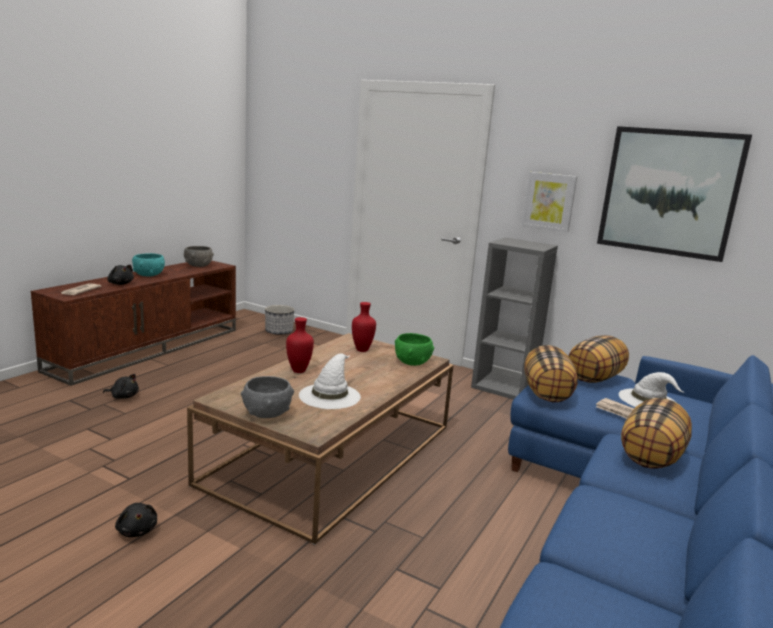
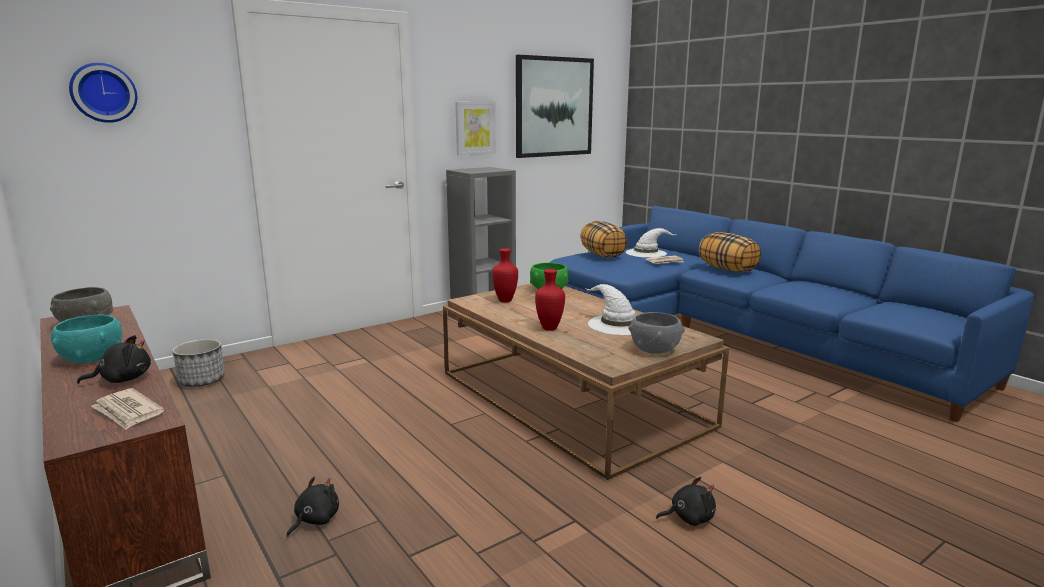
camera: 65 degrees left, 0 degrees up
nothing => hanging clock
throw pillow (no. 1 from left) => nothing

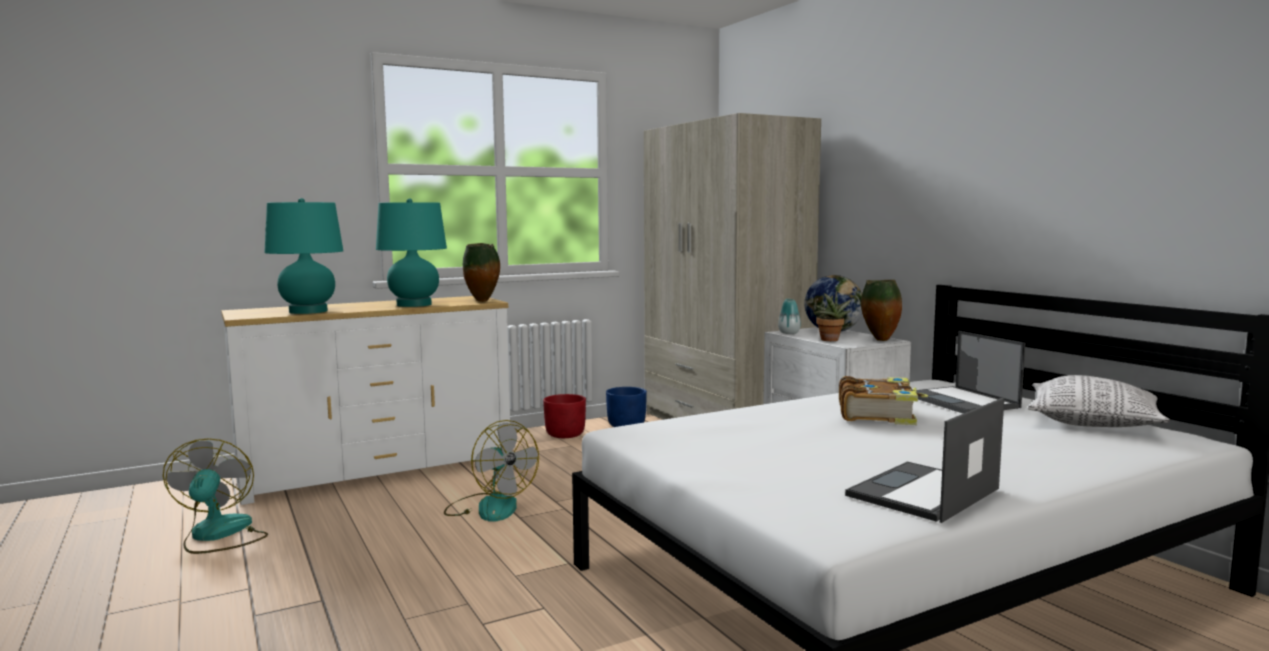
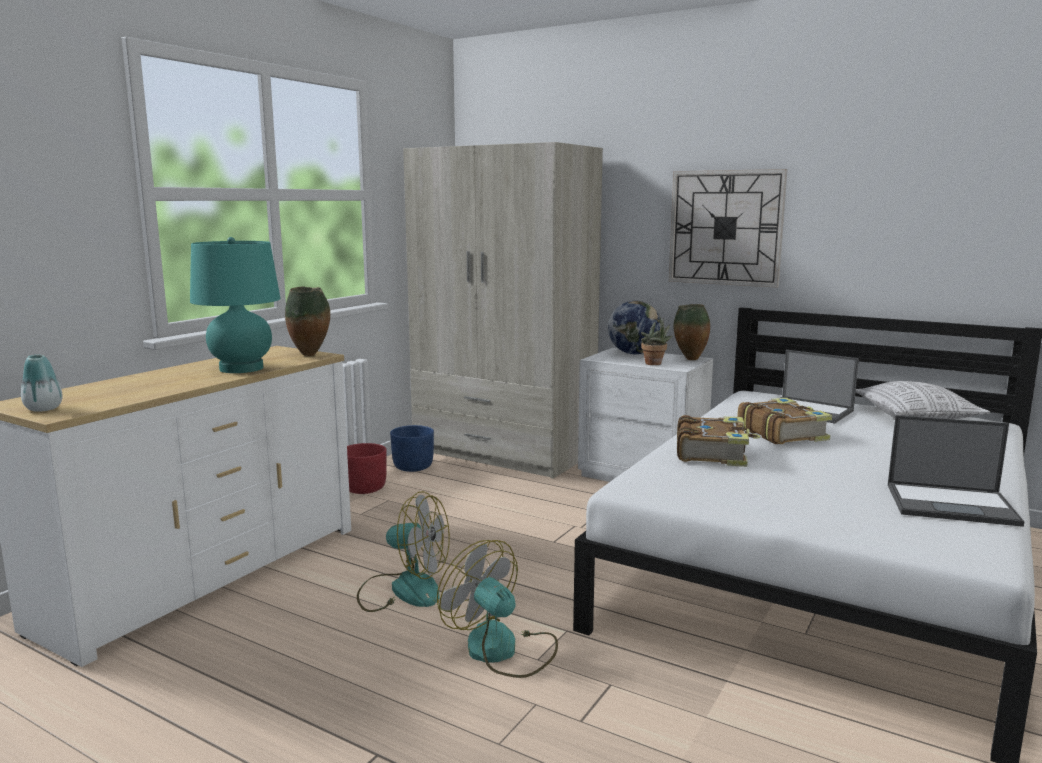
camera: 30 degrees left, 5 degrees up
flower vase (no. 2 from left in the first image) => flower vase (no. 1 from left), relocated
fan (no. 1 from left in the first image) => fan (no. 2 from left), relocated
nothing => hanging clock
nothing => book (no. 1 from left)
notebook computer (no. 1 from left in the first image) => notebook computer (no. 2 from left), 90 degrees counterclockwise
blue-green lamp for a table (no. 1 from left) => nothing

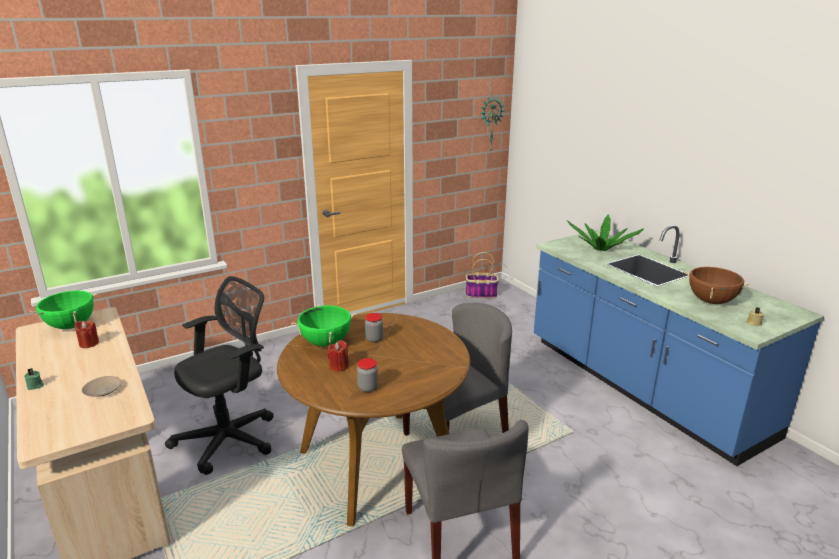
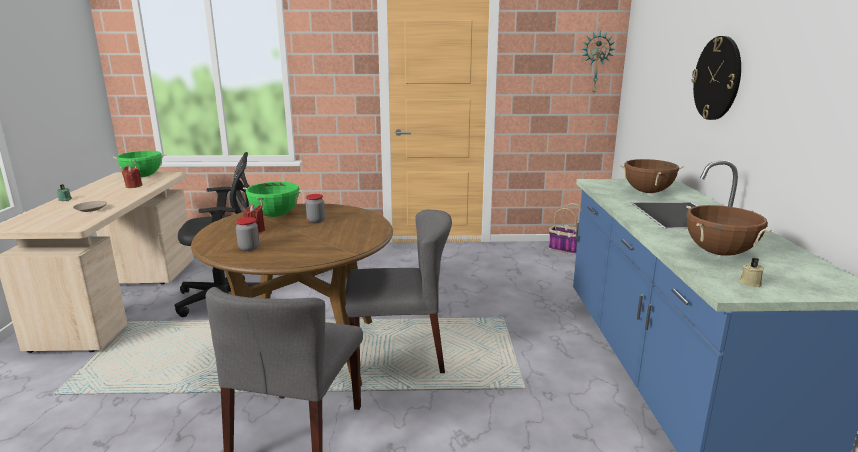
camera: 30 degrees right, 5 degrees down
plant in a pot => brownish saucepot (no. 1 from left)
nothing => hanging clock (no. 2 from left)

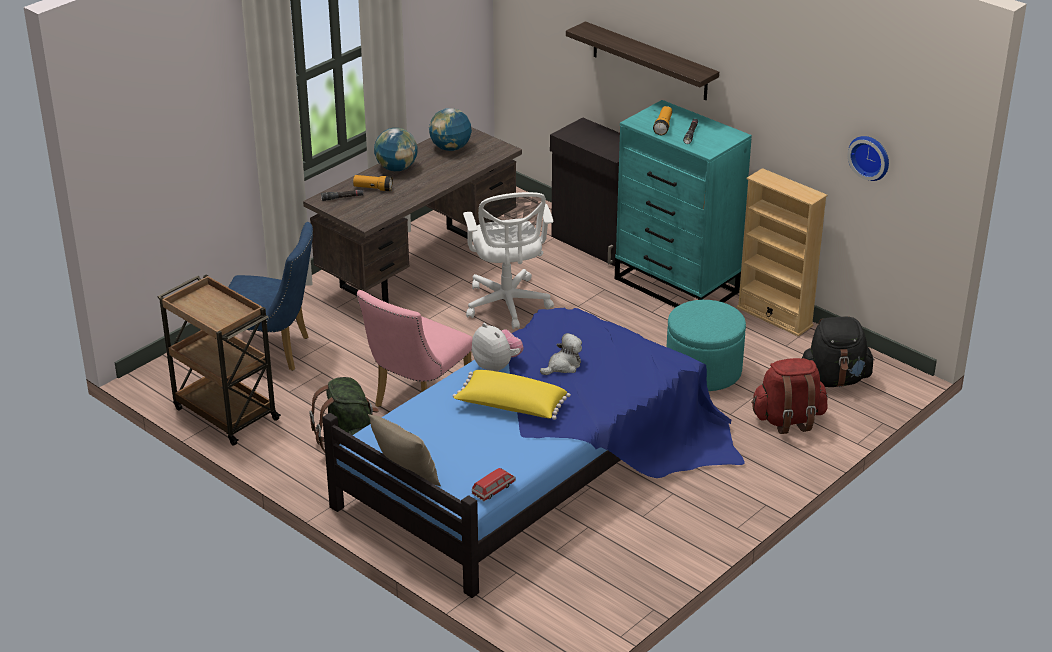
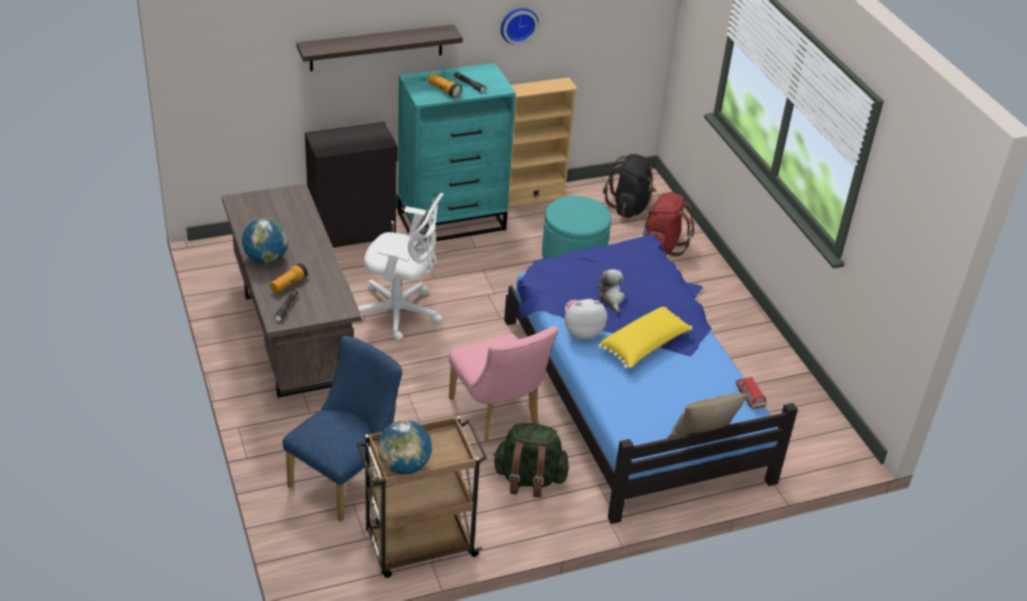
camera: 65 degrees left, 5 degrees up
globe (no. 2 from left), relocated
hanging clock, relocated

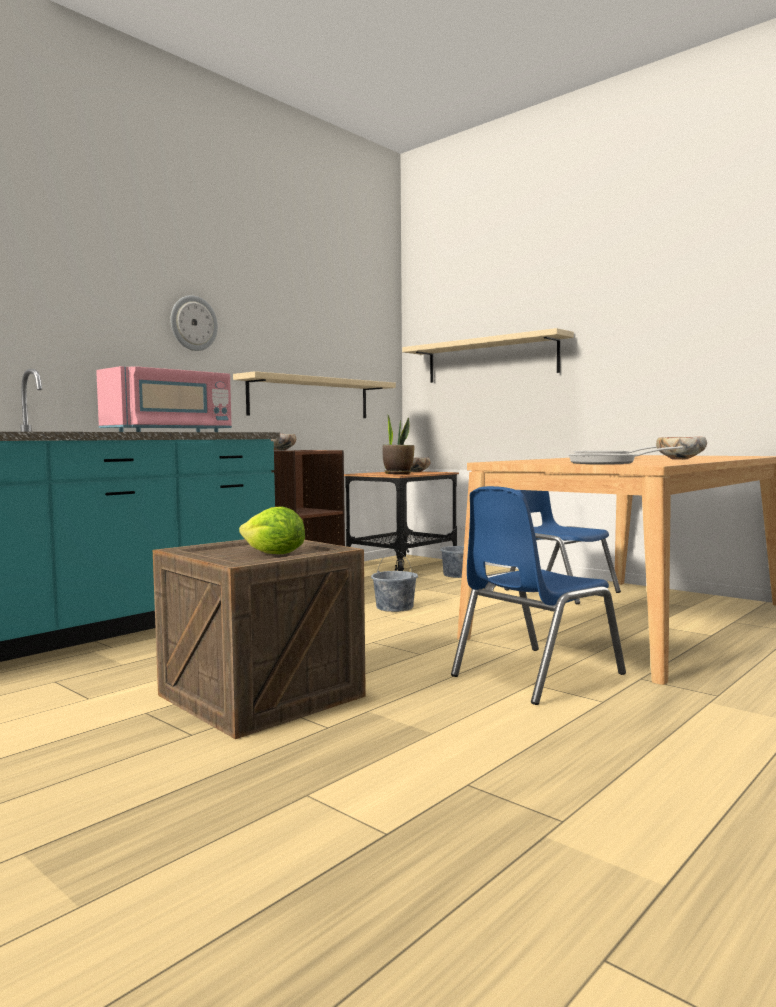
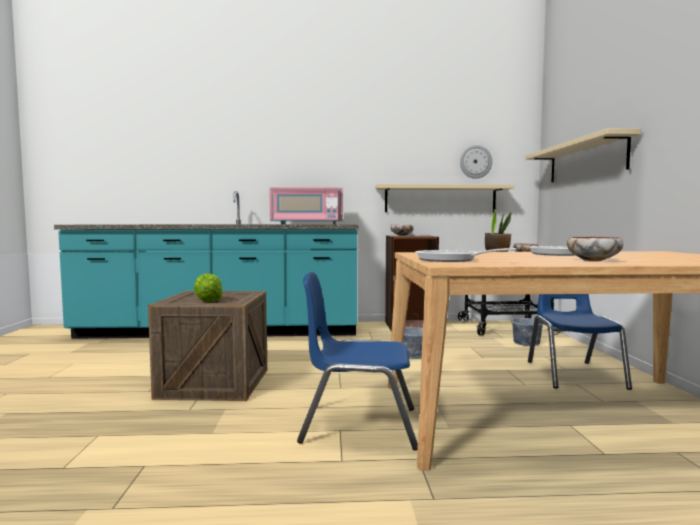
camera: 45 degrees right, 0 degrees up
hanging clock, relocated

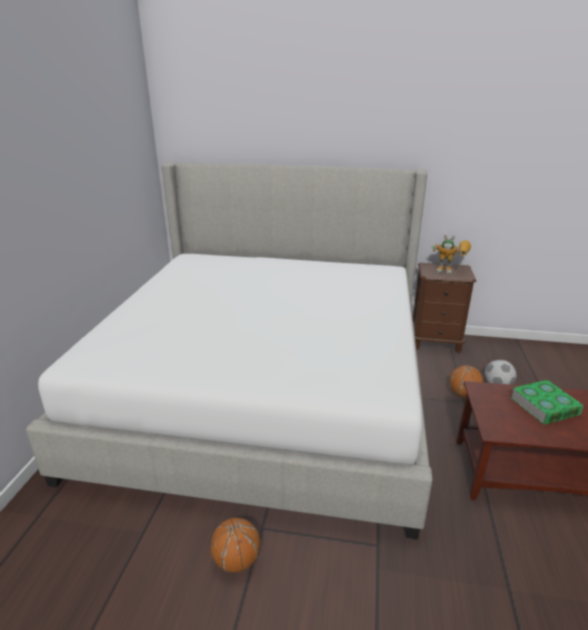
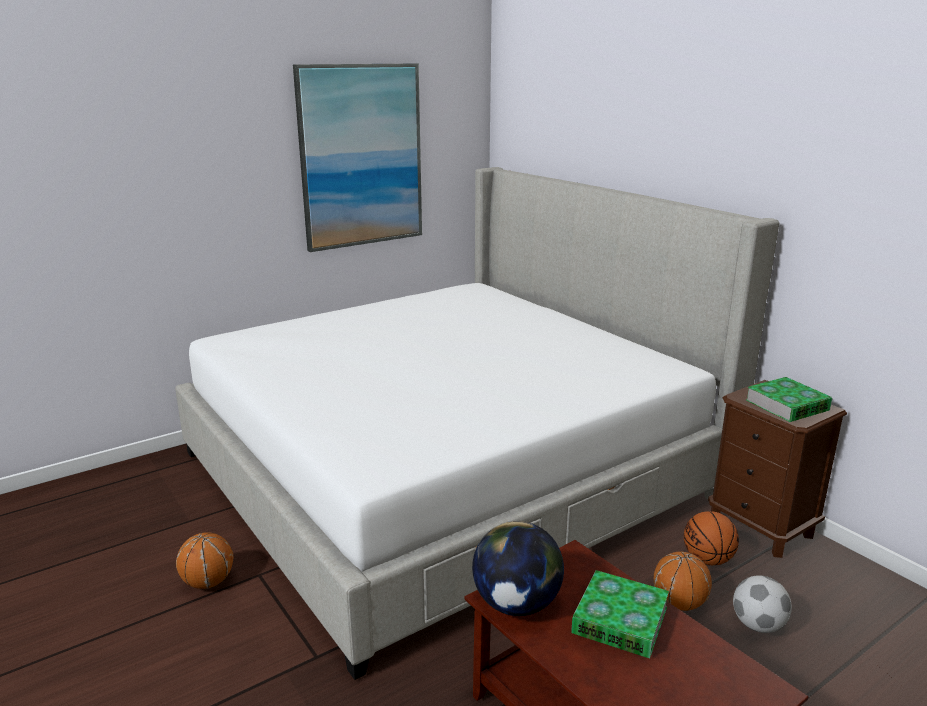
camera: 45 degrees right, 5 degrees down
nothing => wall art
nothing => globe
nothing => basketball ball (no. 3 from left)
model robot => book (no. 2 from left)

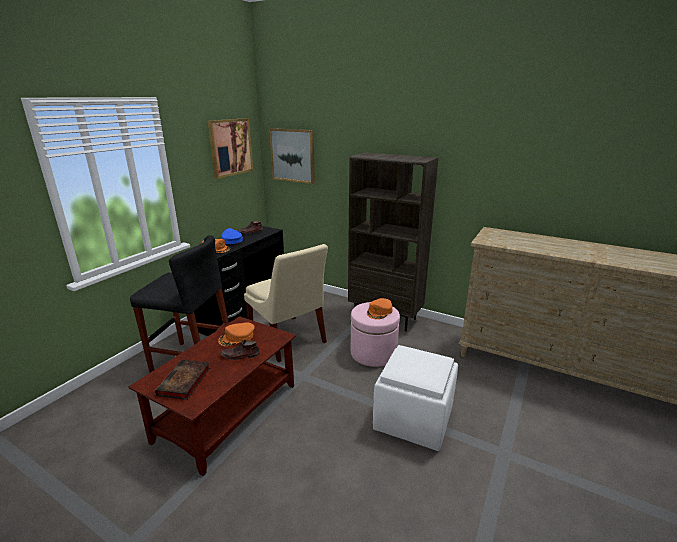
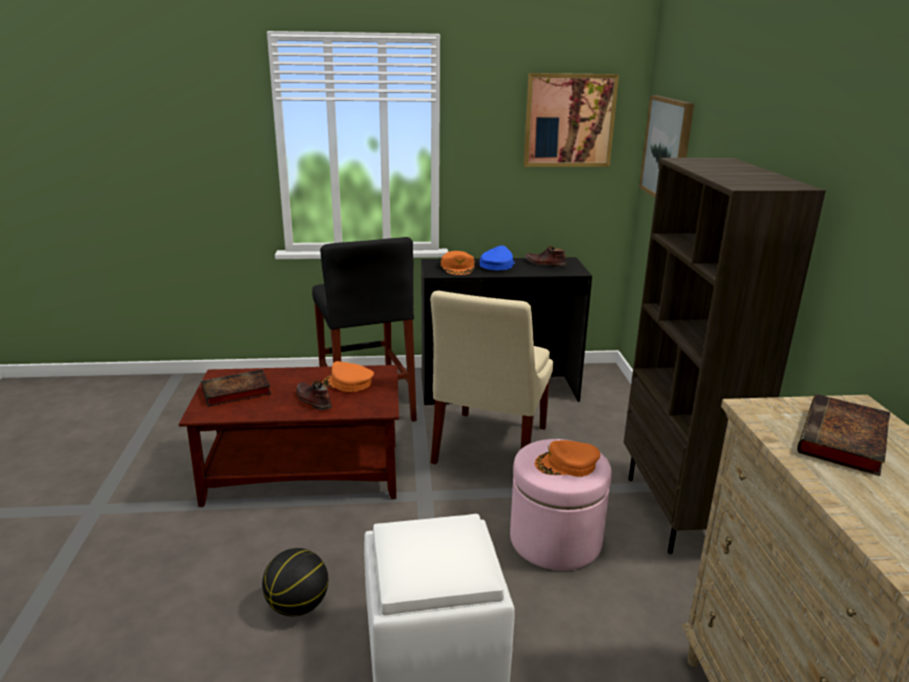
camera: 55 degrees right, 0 degrees up
nothing => basketball ball
nothing => book (no. 2 from left)

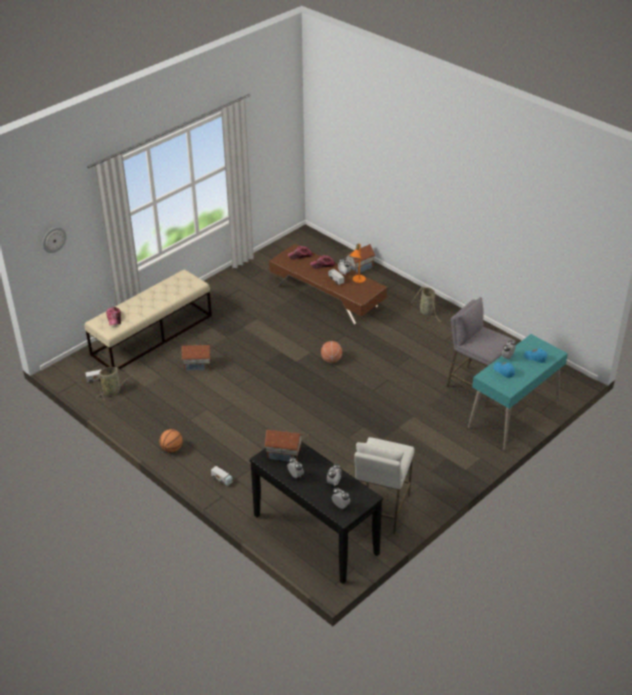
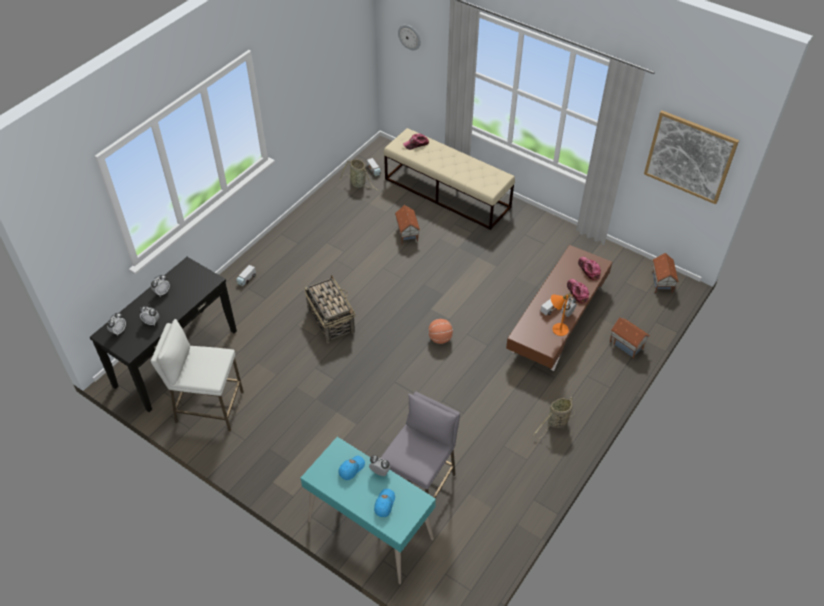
camera: 80 degrees right, 10 degrees up
nothing => household basket (no. 1 from left)
nothing => wall art
toy house (no. 2 from left in the first image) => toy house (no. 3 from left), relocated
basketball ball (no. 1 from left) => nothing

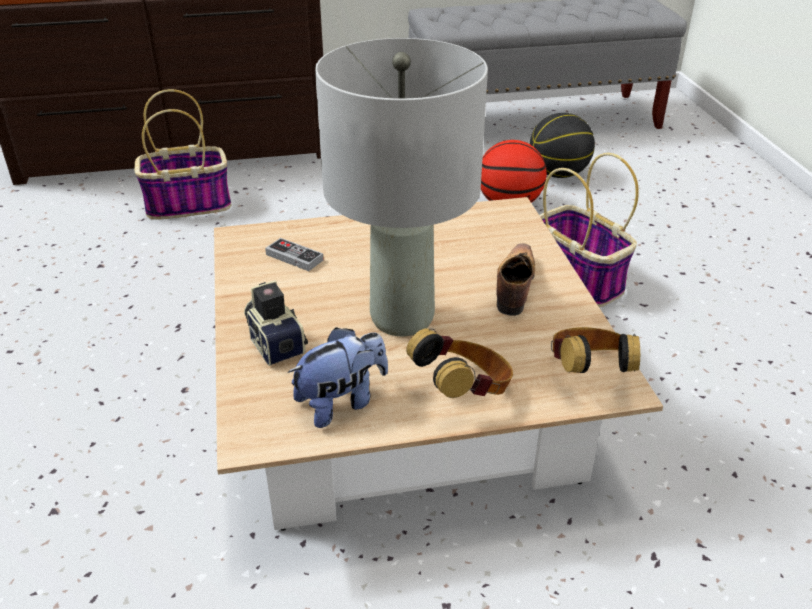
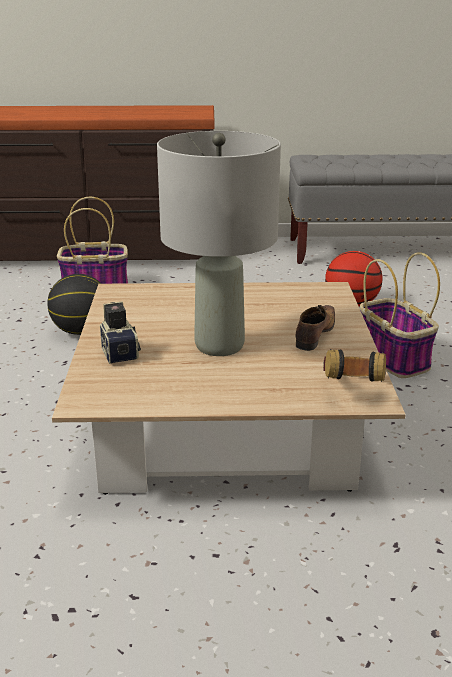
camera: 10 degrees right, 10 degrees down
basketball ball (no. 2 from left in the first image) => basketball ball (no. 1 from left), relocated
game controller => nothing
plush toy => nothing
headphones (no. 1 from left) => nothing

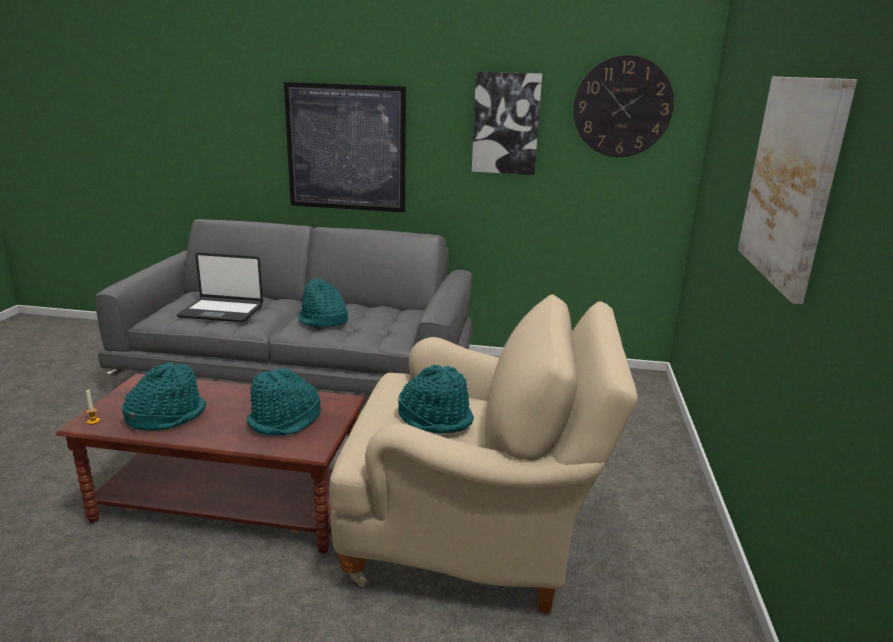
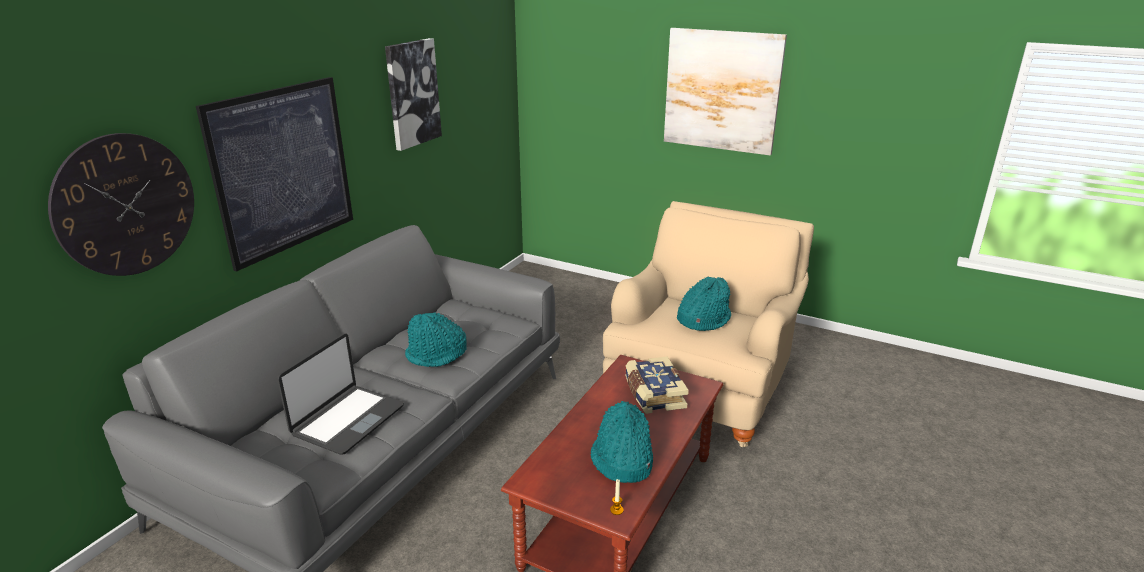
camera: 70 degrees left, 5 degrees up
hanging clock, relocated
blue-green wearable hat (no. 2 from left) => book

